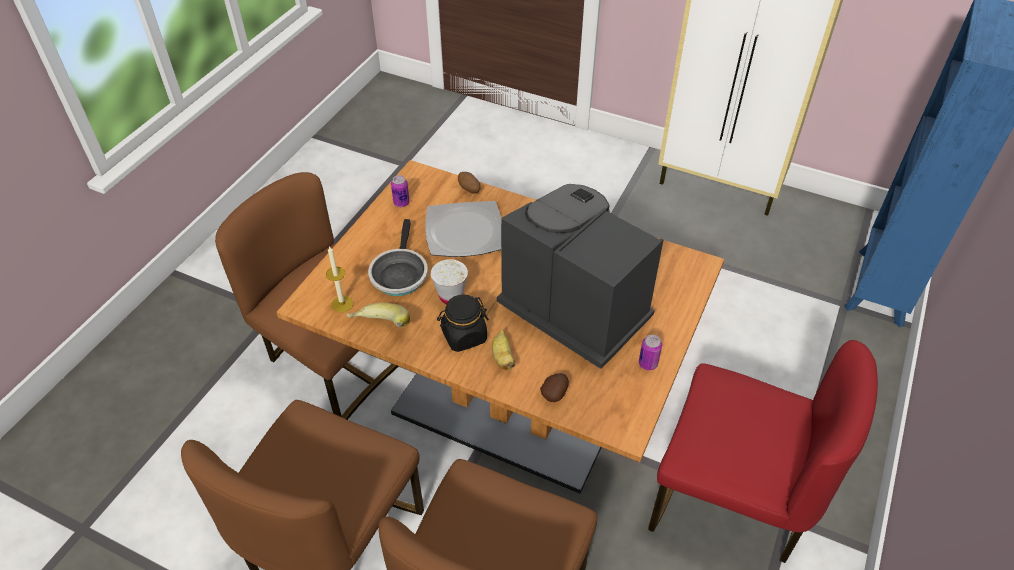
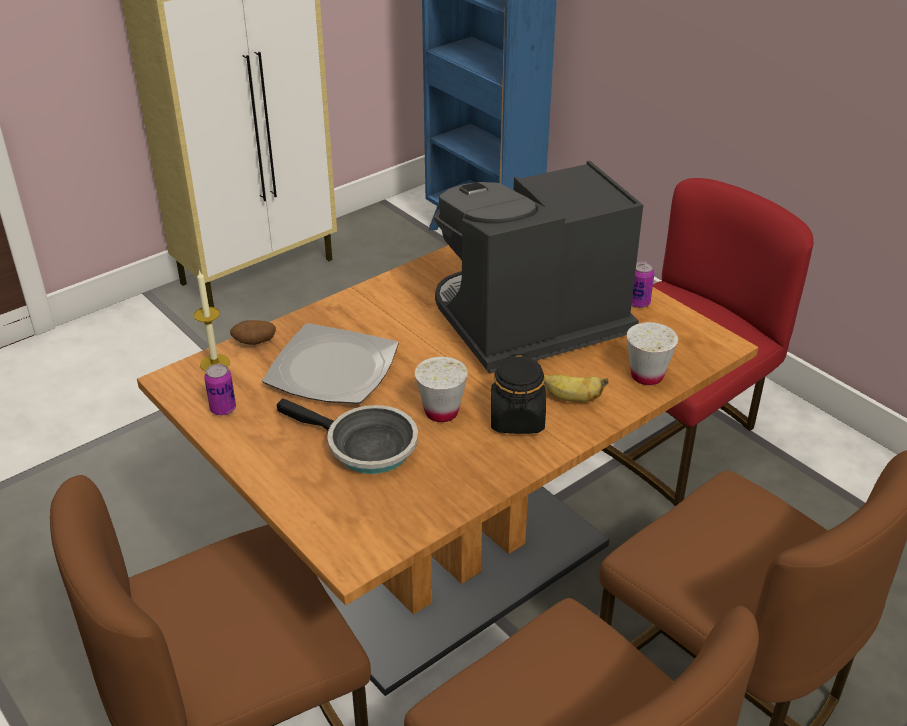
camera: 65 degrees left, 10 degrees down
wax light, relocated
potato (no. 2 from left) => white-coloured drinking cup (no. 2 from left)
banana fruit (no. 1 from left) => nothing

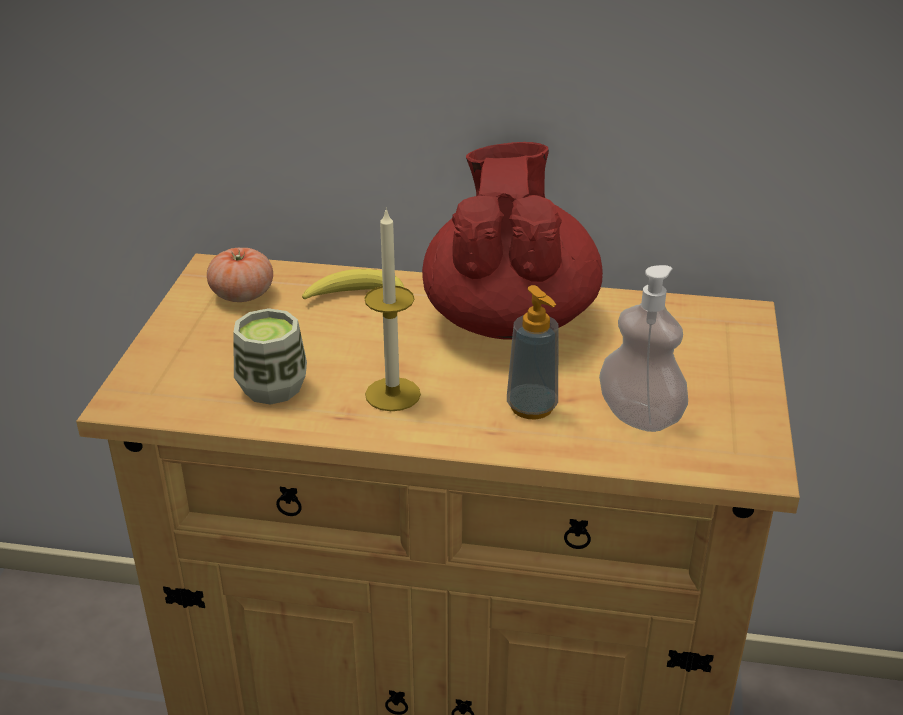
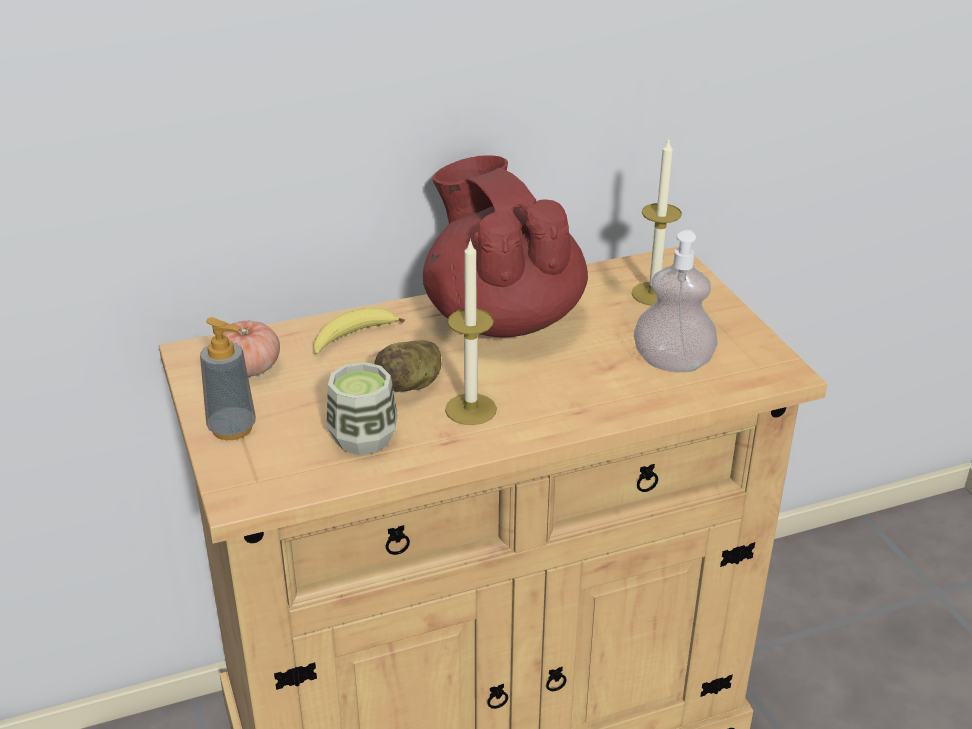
camera: 30 degrees left, 0 degrees up
liquid soap bottle (no. 1 from left), relocated
nothing => potato
nothing => wax light (no. 2 from left)

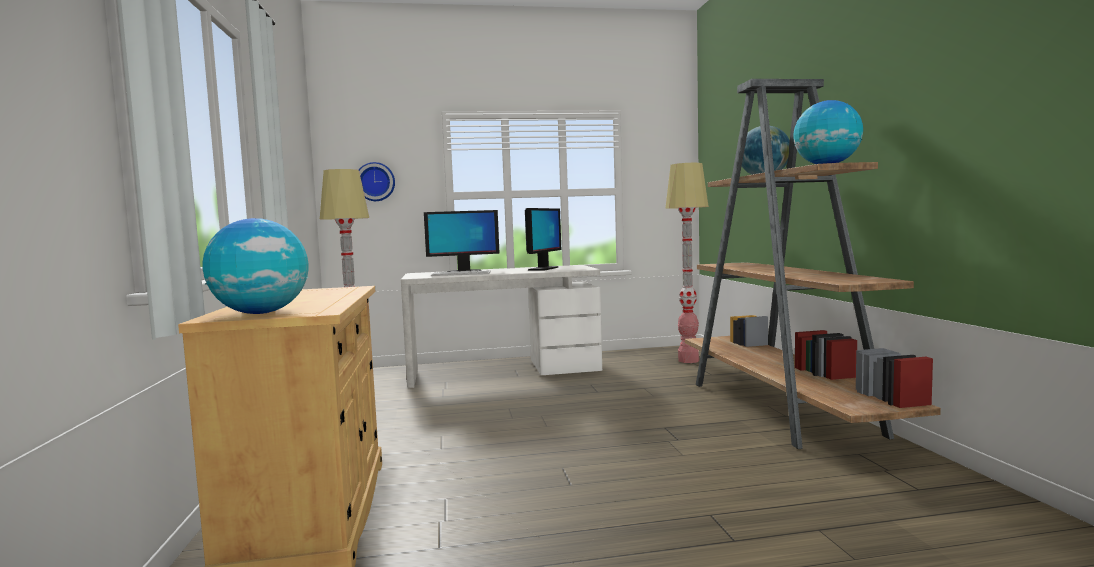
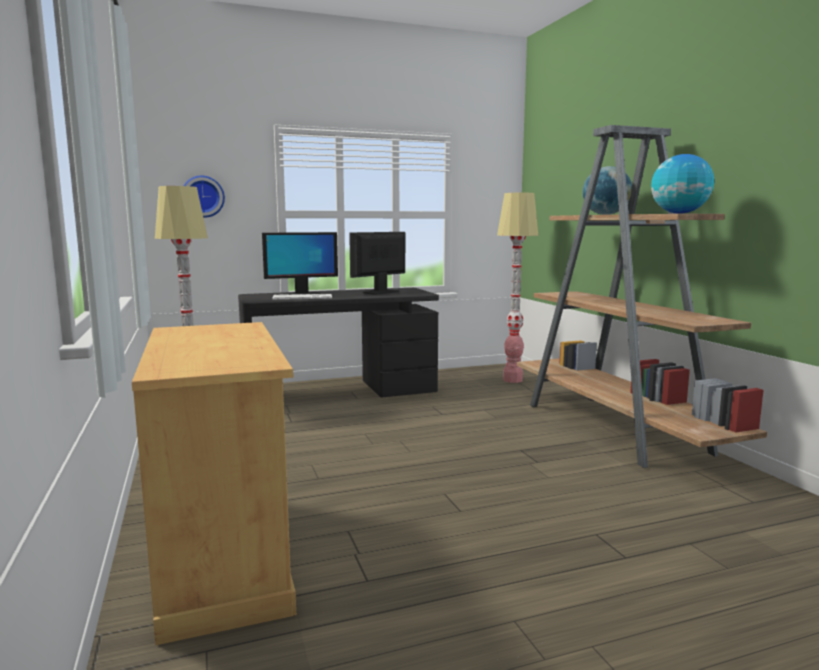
camera: 10 degrees left, 5 degrees up
white-coloured desk unit => black desk unit
computer display (no. 2 from left), 150 degrees counterclockwise
globe (no. 1 from left) => nothing

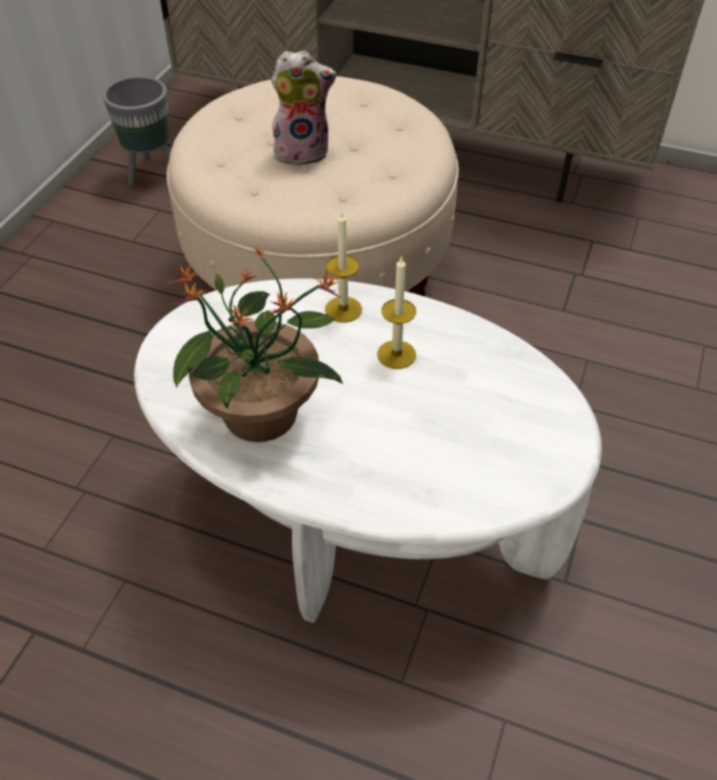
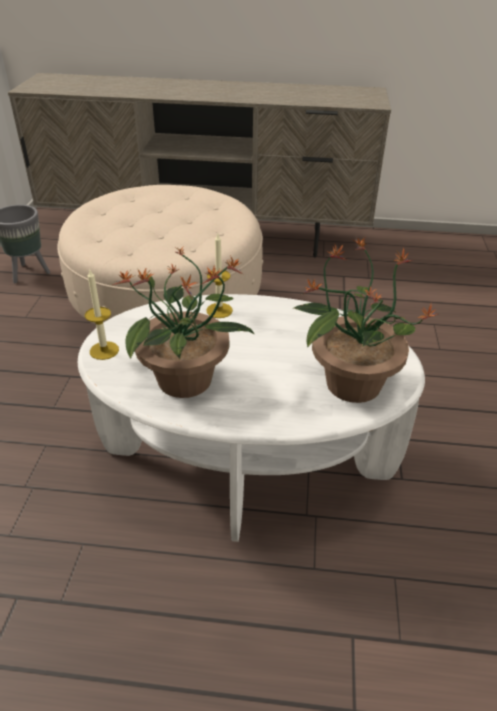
camera: 15 degrees left, 10 degrees down
wax light (no. 2 from left in the first image) => wax light (no. 1 from left), relocated
nothing => plant in a pot (no. 2 from left)
plush toy => nothing

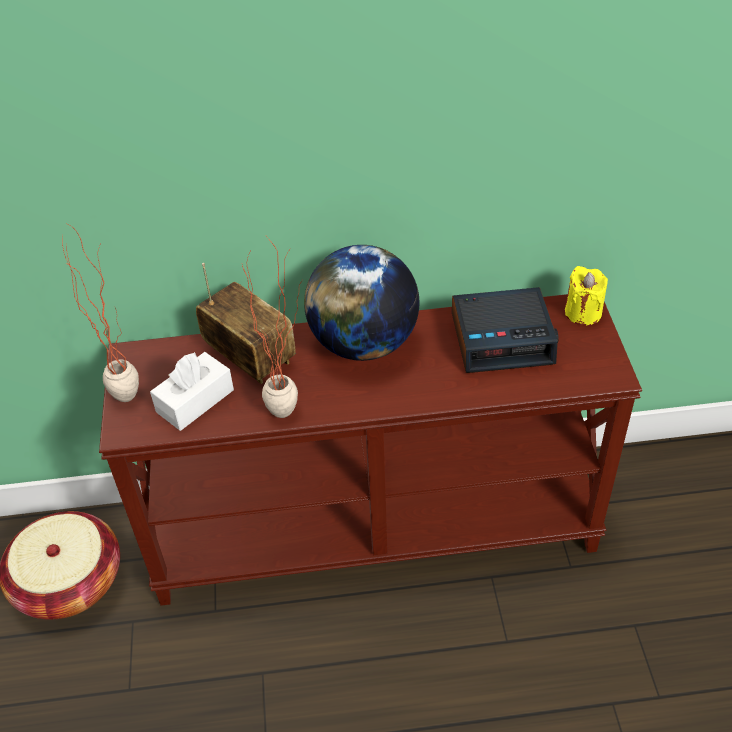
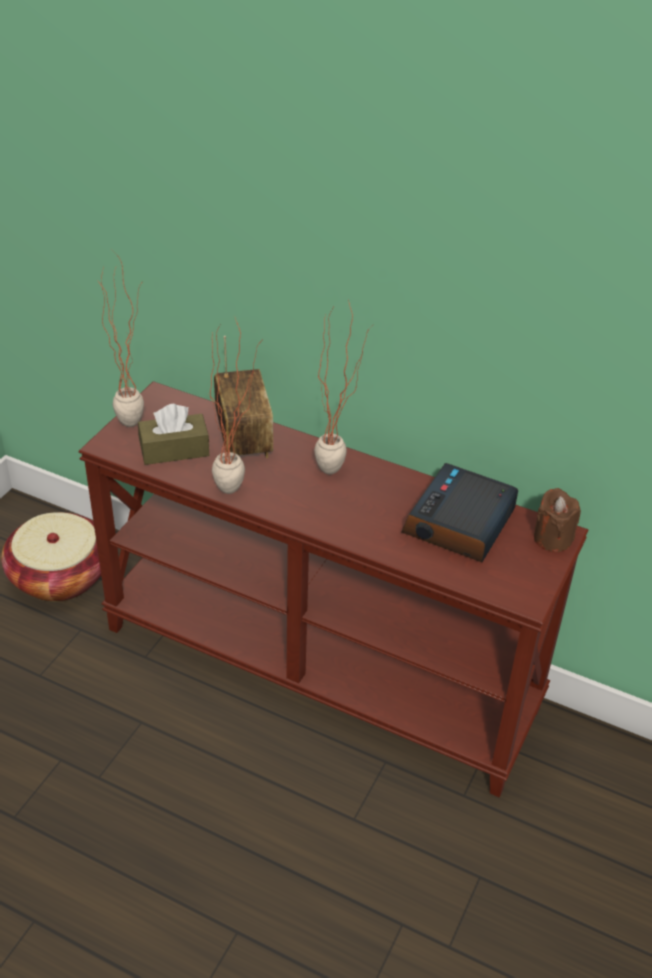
camera: 30 degrees right, 5 degrees down
white-coloured tissue holder => brownish tissue holder
globe => plant in a pot (no. 3 from left)
bedside clock, 90 degrees clockwise
yellow wax light => brownish wax light

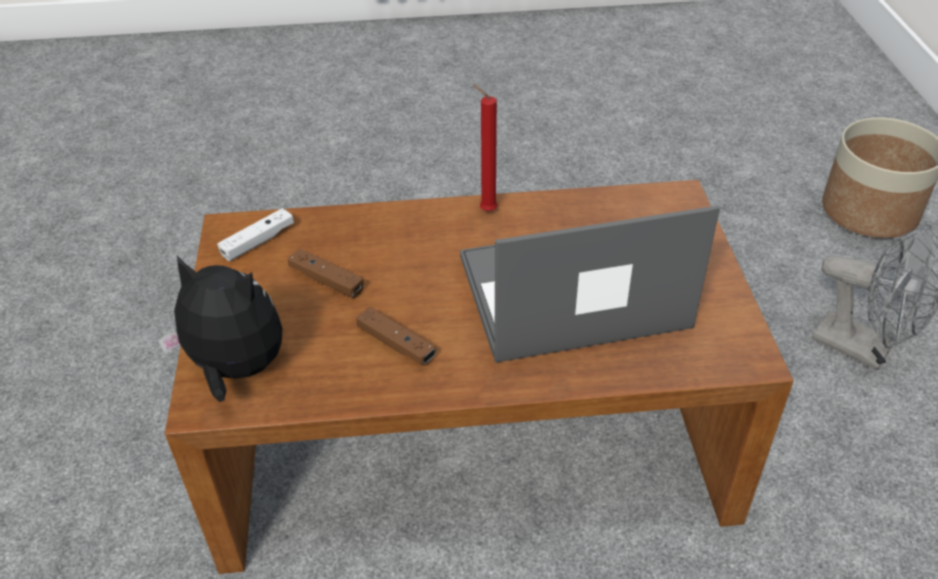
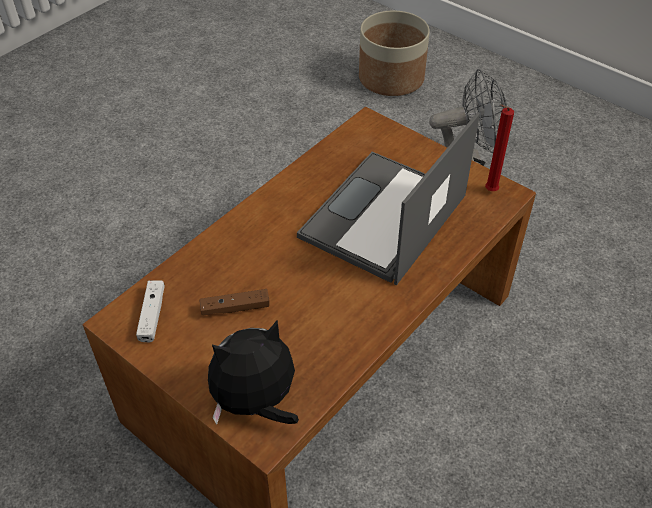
camera: 45 degrees left, 5 degrees up
red-coloured wax light, relocated
brownish game controller (no. 2 from left) => nothing

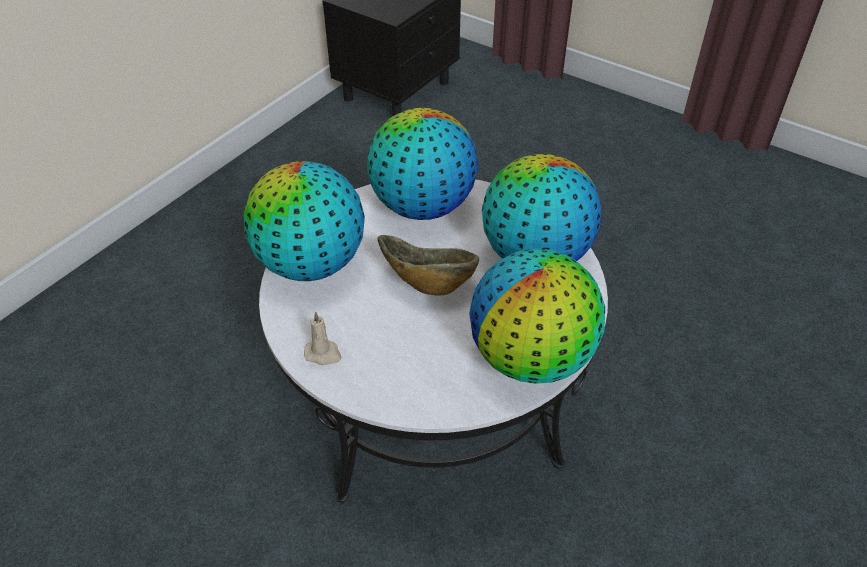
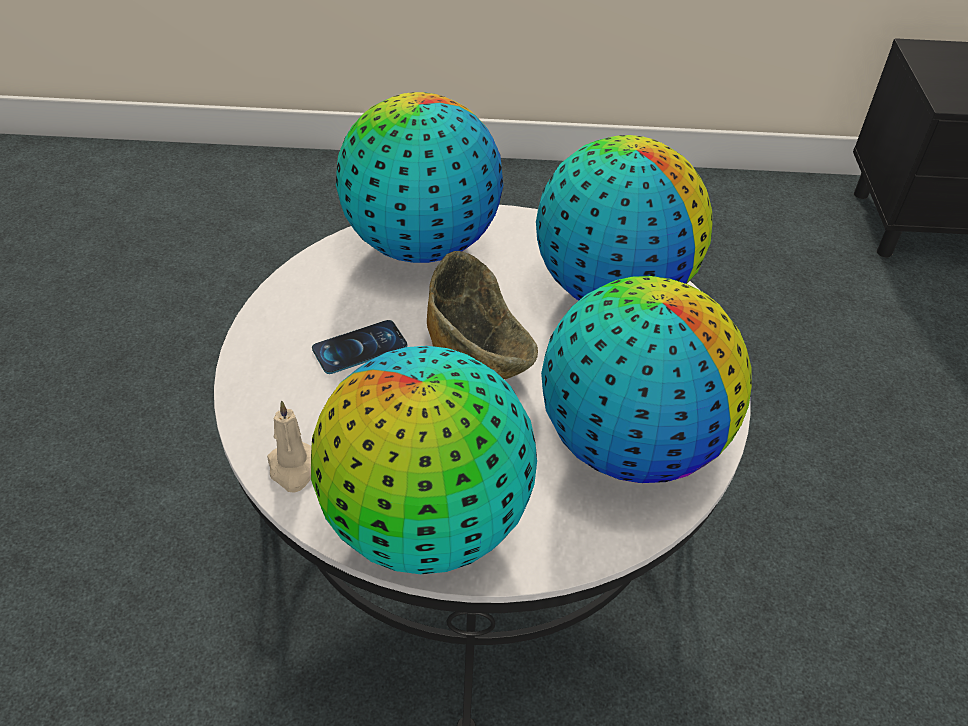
camera: 55 degrees right, 0 degrees up
beige-coloured wax light, relocated
nothing => phone

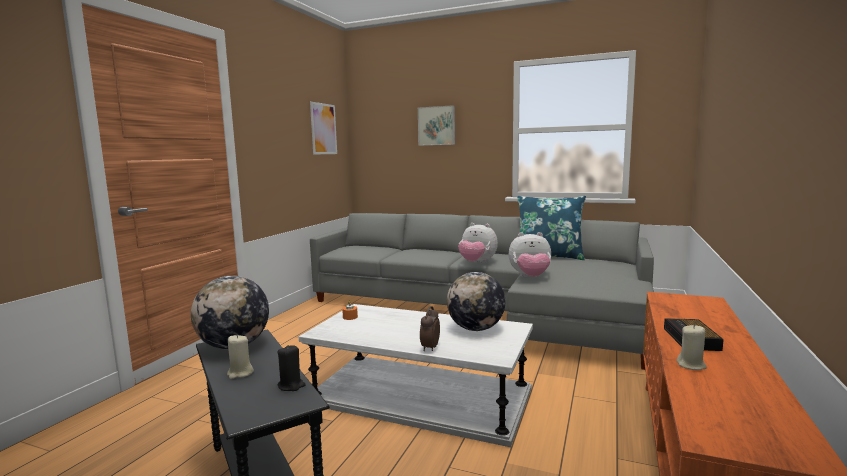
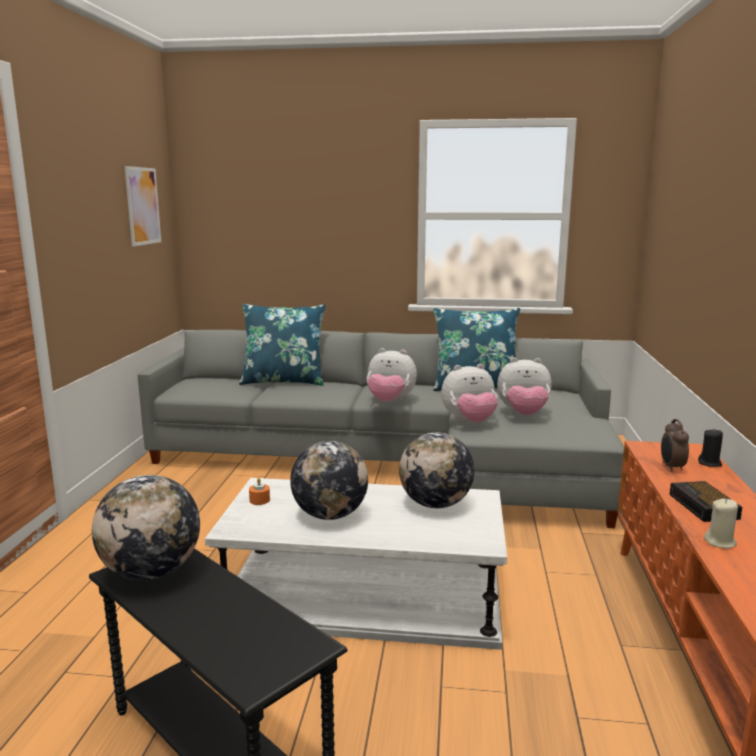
camera: 15 degrees left, 5 degrees up
nothing => bluish throw pillow (no. 1 from left)
nothing => globe (no. 2 from left)
nothing => plush toy (no. 3 from left)
bedside clock (no. 1 from left), relocated
black wax light, relocated
beige-coloured wax light (no. 1 from left) => nothing
wall art (no. 2 from left) => nothing

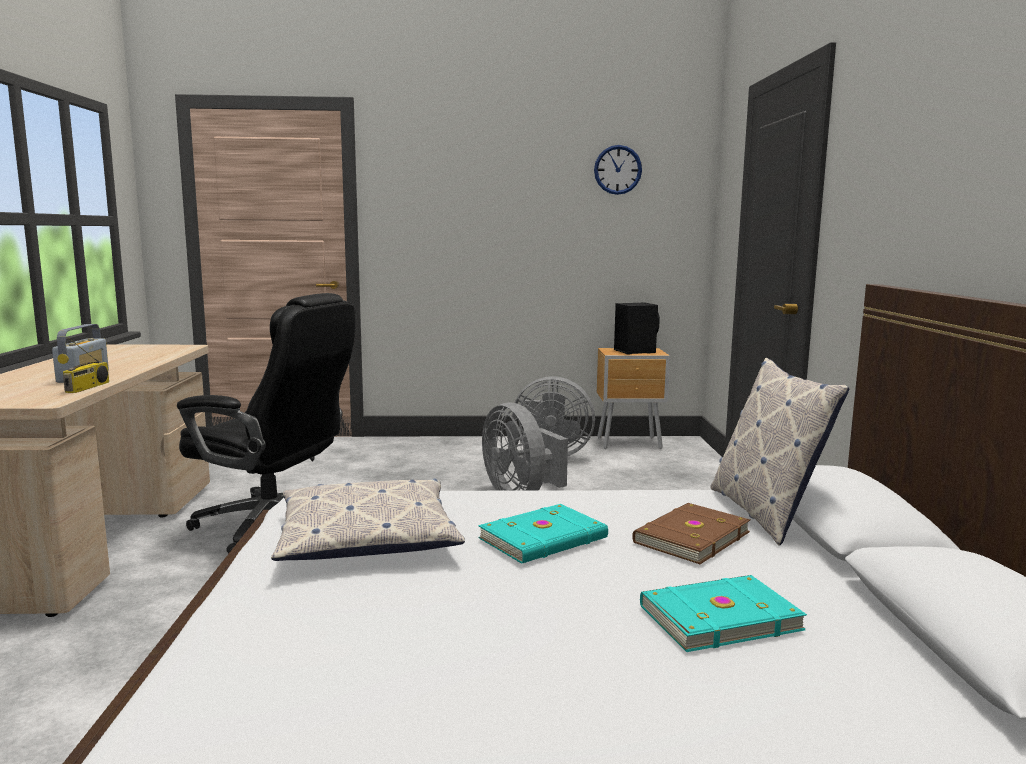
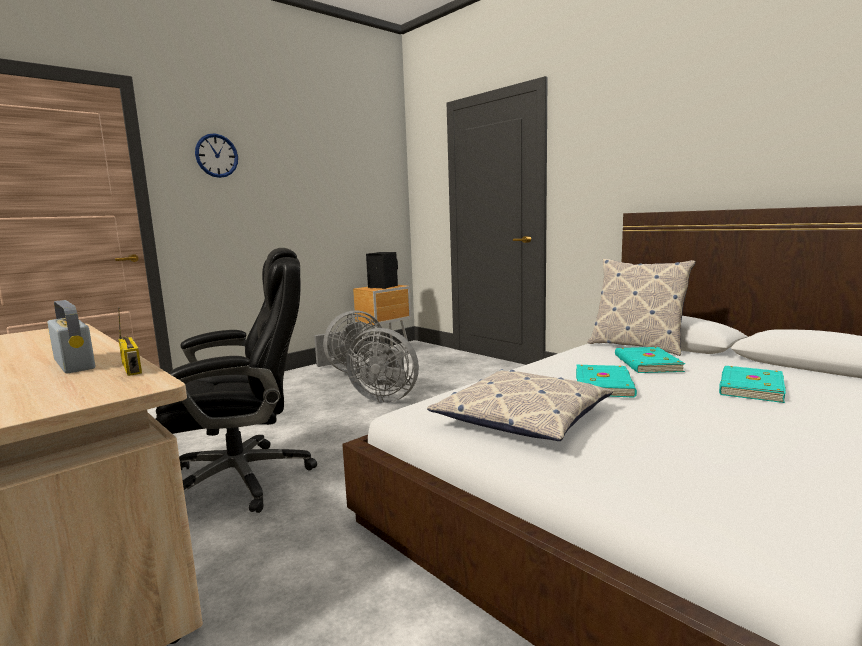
camera: 40 degrees left, 0 degrees up
hanging clock, relocated
brownish book => blue-green book (no. 2 from left)

